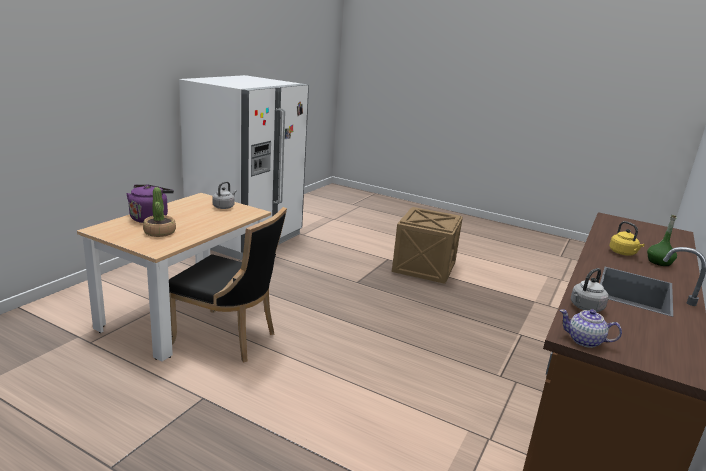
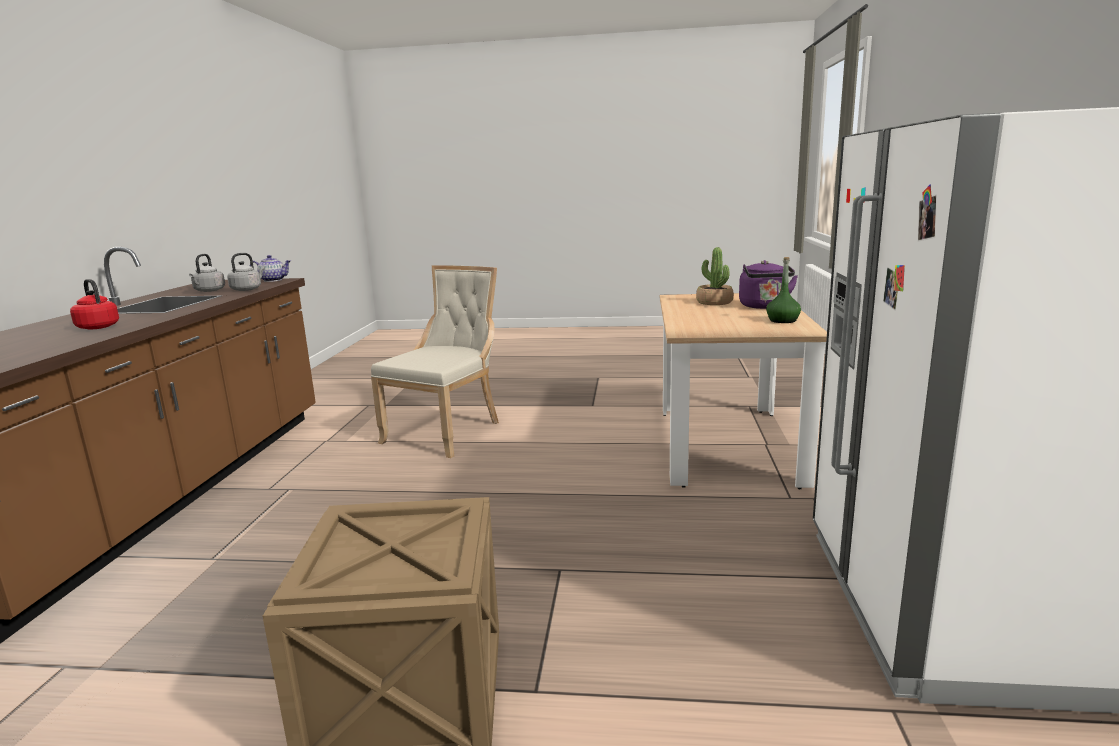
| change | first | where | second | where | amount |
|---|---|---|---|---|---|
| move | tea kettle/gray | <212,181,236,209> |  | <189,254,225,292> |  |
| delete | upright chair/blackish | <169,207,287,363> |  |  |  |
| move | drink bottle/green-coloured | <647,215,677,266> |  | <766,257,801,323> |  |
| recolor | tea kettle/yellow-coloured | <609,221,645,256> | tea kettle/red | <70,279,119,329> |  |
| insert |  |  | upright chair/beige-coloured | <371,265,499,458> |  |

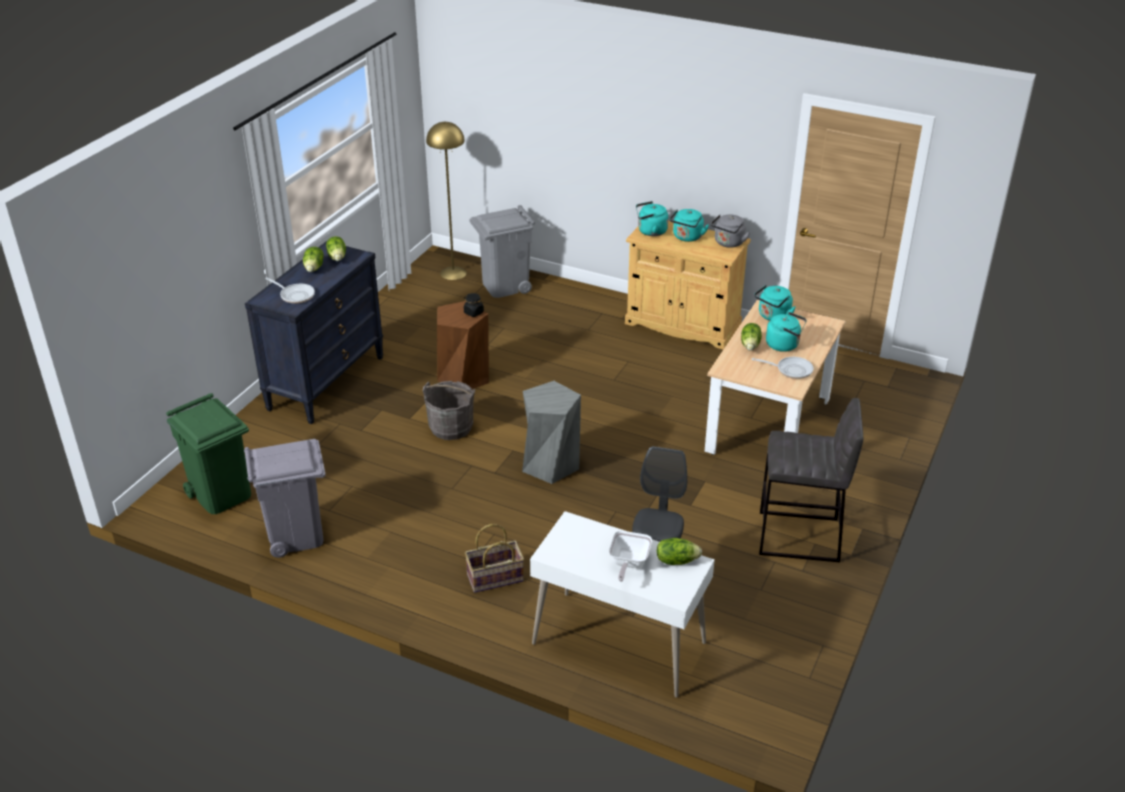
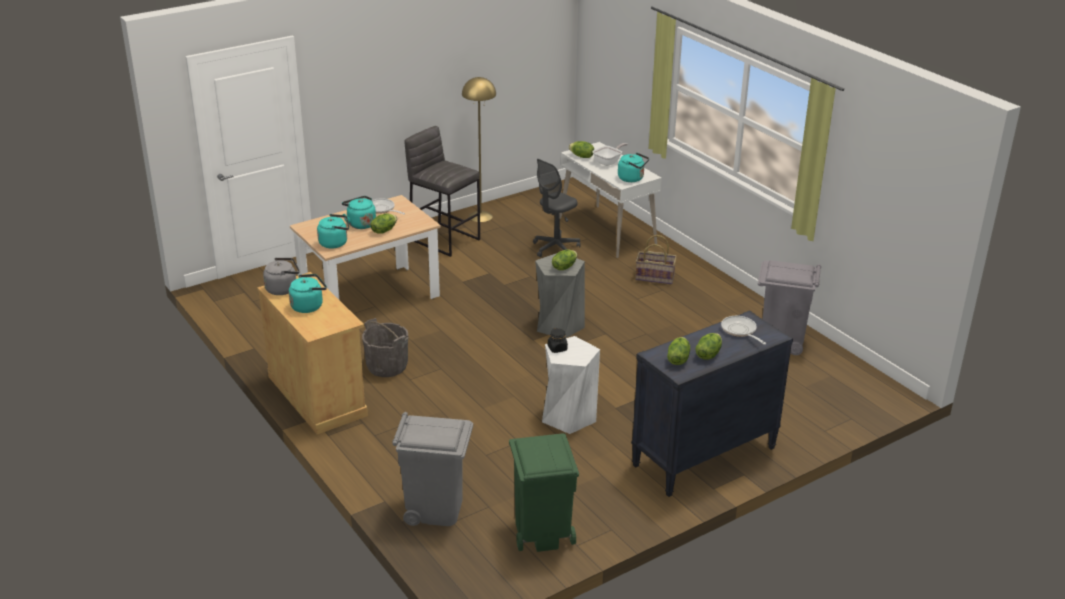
| change | first | where | second | where | amount |
|---|---|---|---|---|---|
| move | standing lamp/yellow-coloured | <426,122,467,280> |  | <462,77,496,222> |  |
| move | tea kettle/turquoise | <636,201,668,236> |  | <618,152,649,182> |  |
| recolor | stool/brownish | <437,301,489,389> | stool/white | <542,336,600,434> |  |
| move | water bucket/gray | <423,381,475,440> |  | <362,318,408,377> |  |
| move | rubbish bin/green-coloured | <166,393,251,514> |  | <509,433,579,552> |  |
| insert |  |  | lettuce head | <552,249,577,270> |  |

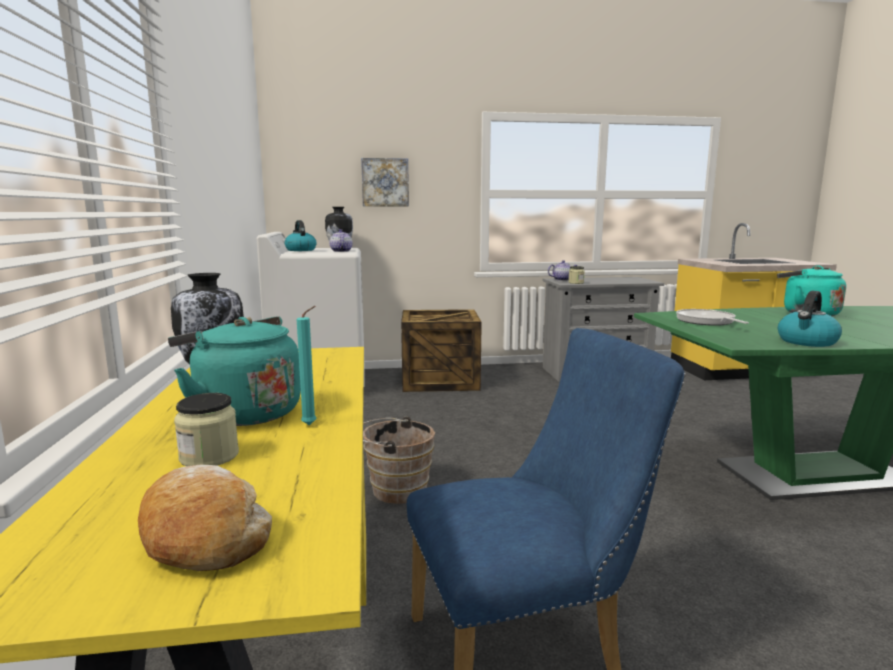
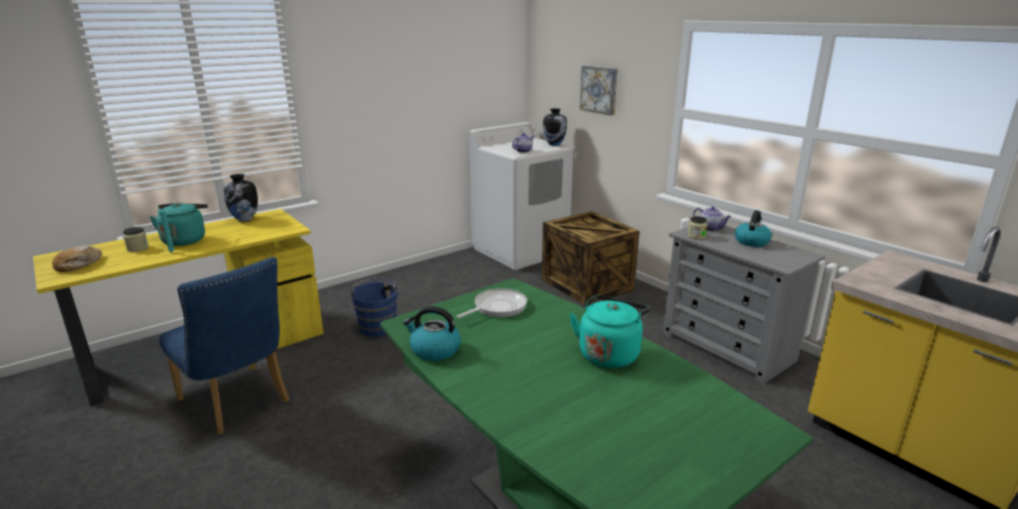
| change | first | where | second | where | amount |
|---|---|---|---|---|---|
| move | tea kettle | <284,220,317,251> |  | <735,210,772,247> |  |
| recolor | water bucket/brownish | <363,417,435,504> | water bucket/blue-coloured | <349,278,400,337> |  |

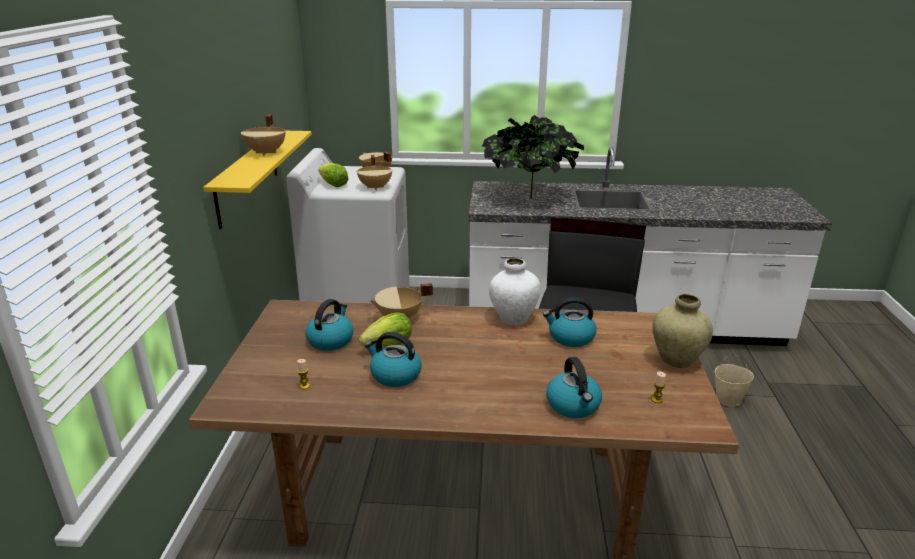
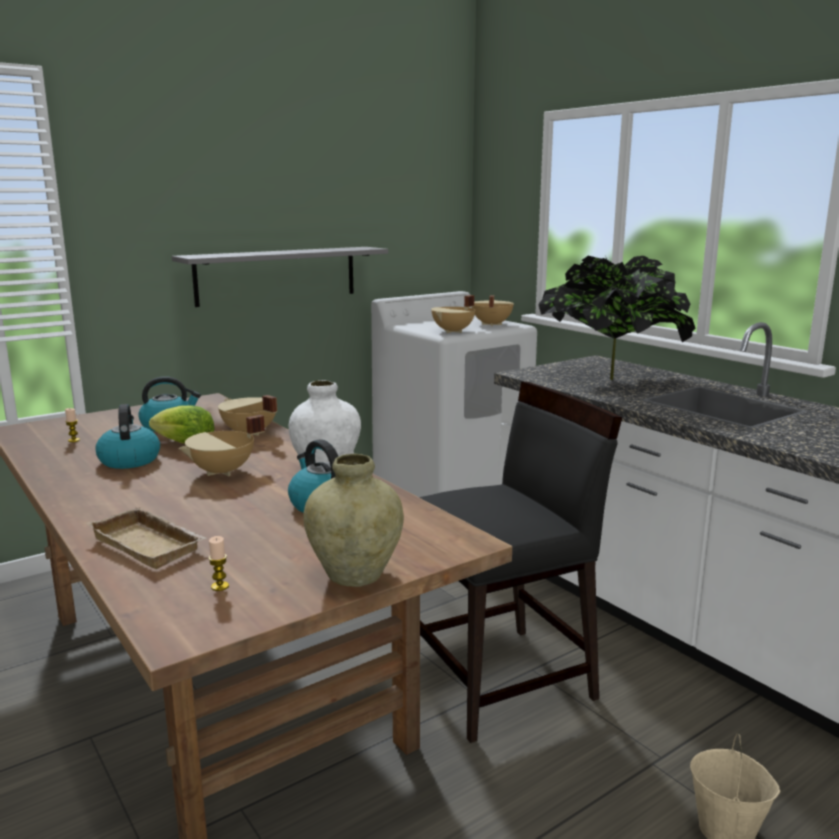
| change | first | where | second | where | amount |
|---|---|---|---|---|---|
| move | saucepot/beige-coloured | <241,114,285,156> |  | <179,415,265,477> |  |
| recolor | bracket shelf/yellow-coloured | <203,131,312,229> | bracket shelf/gray | <172,247,388,307> |  |
| delete | lettuce head | <318,163,349,187> |  |  |  |
| replace | tea kettle | <546,357,602,418> | tray/beige-coloured | <86,507,207,569> |  |

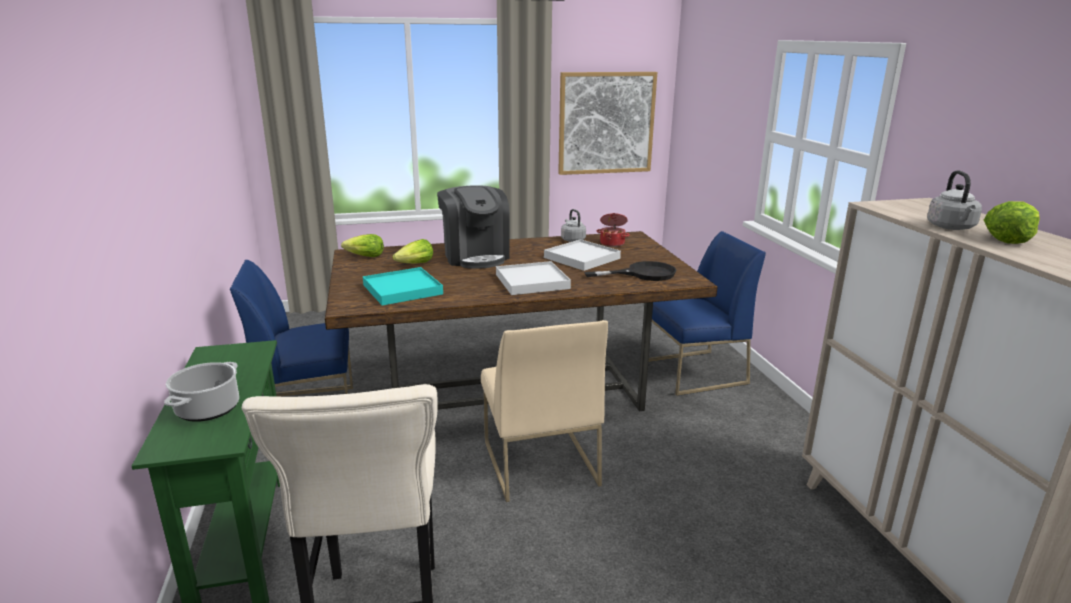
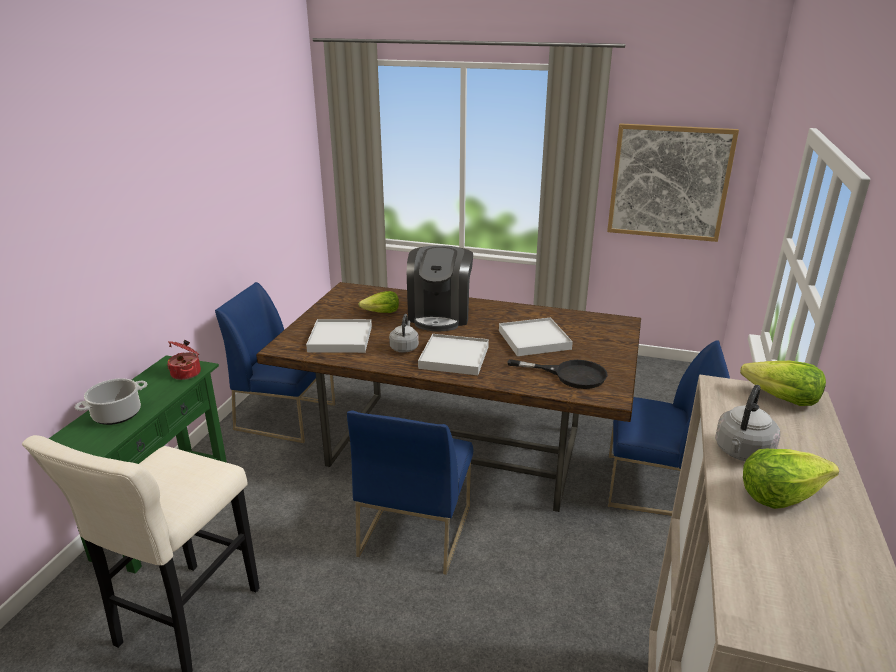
| change | first | where | second | where | amount |
|---|---|---|---|---|---|
| move | tea kettle/gray | <561,209,586,242> |  | <389,314,419,352> |  |
| move | saucepot | <597,213,630,247> |  | <167,340,201,380> |  |
| move | lettuce head | <341,234,384,257> |  | <740,361,826,406> |  |
| recolor | tray/turquoise | <363,267,443,305> | tray/white | <306,319,372,353> |  |
| recolor | upright chair/beige-coloured | <481,320,608,502> | upright chair/blue-coloured | <347,411,473,575> |  |

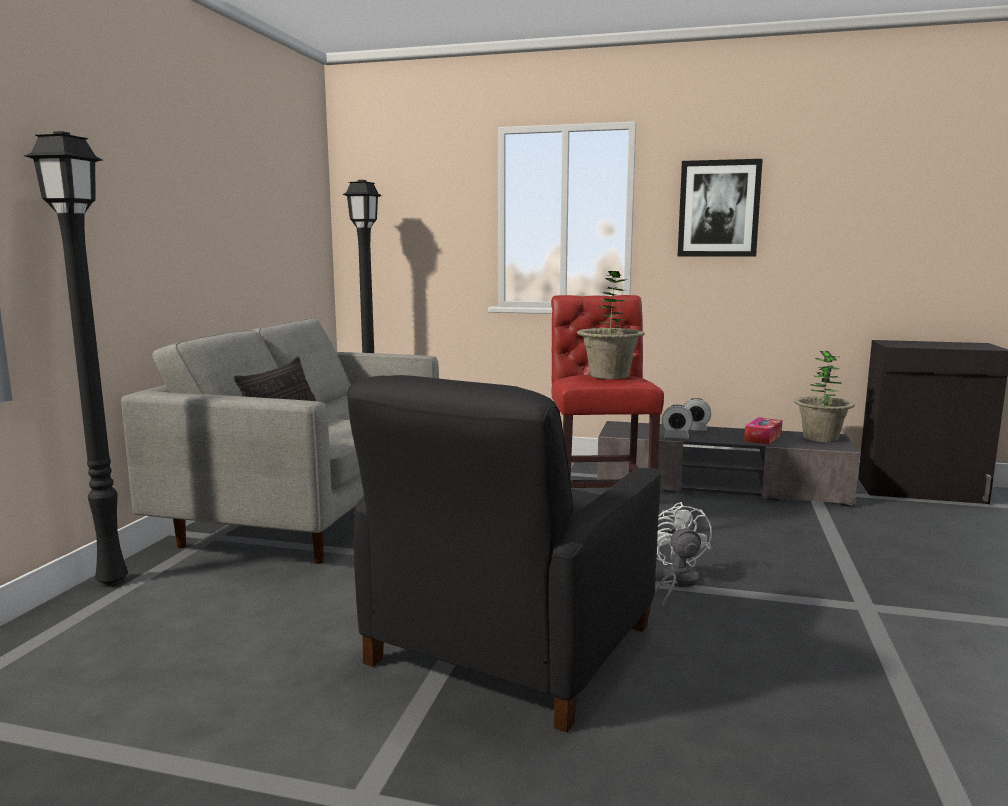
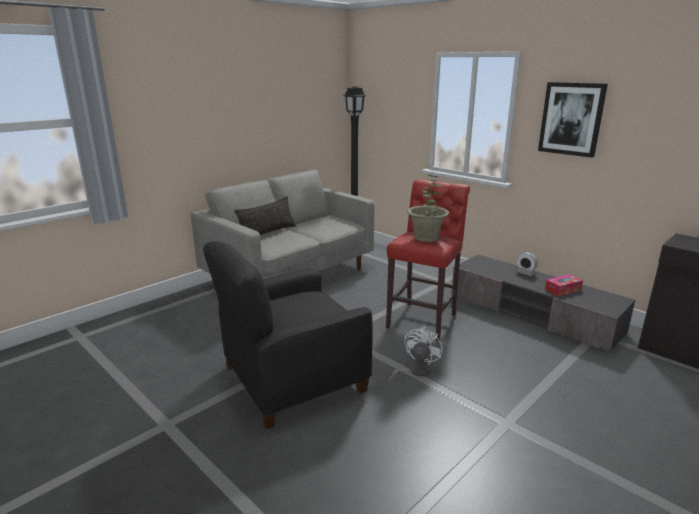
| change | first | where | second | where | amount |
|---|---|---|---|---|---|
| delete | standing lamp/blackish | <24,131,128,587> |  |  |  |
| delete | plant in a pot | <794,351,855,442> |  |  |  |
| delete | bedside clock | <662,405,693,439> |  |  |  |

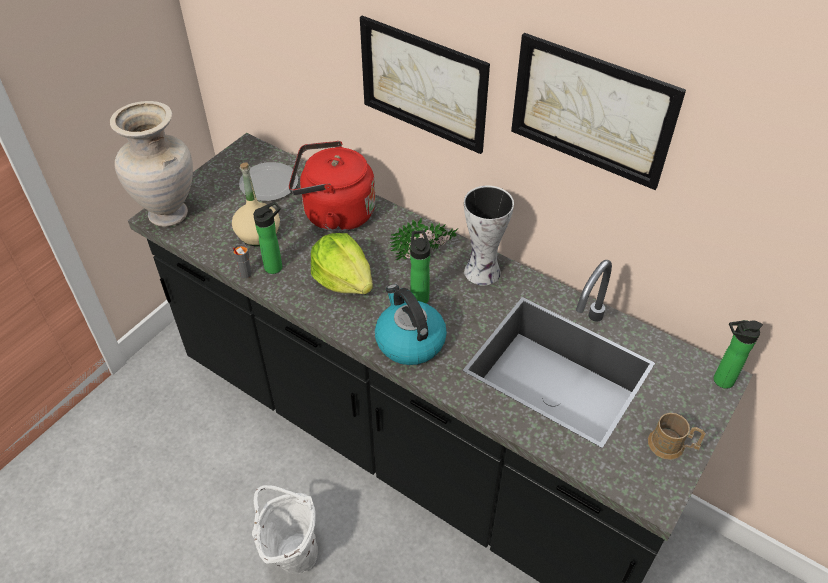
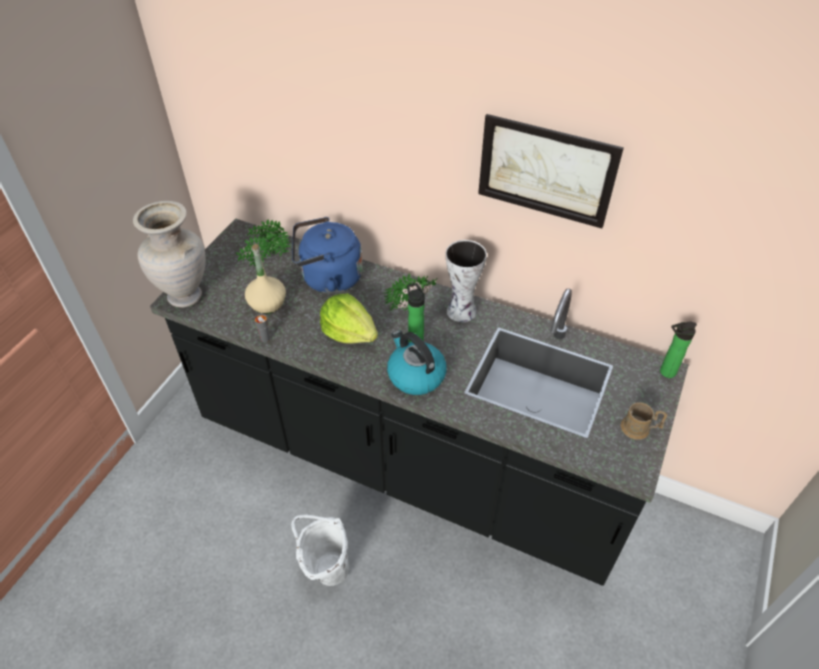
| change | first | where | second | where | amount |
|---|---|---|---|---|---|
| delete | wall picture | <360,16,490,154> |  |  |  |
| recolor | tea kettle/red | <289,141,375,232> | tea kettle/blue-coloured | <292,217,363,294> |  |
| replace | plate | <239,162,298,201> | plant in a pot | <236,219,291,267> |  |
| delete | drink bottle | <253,202,282,274> |  |  |  |

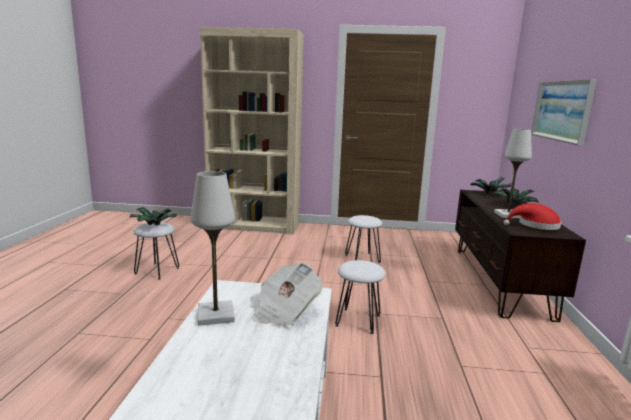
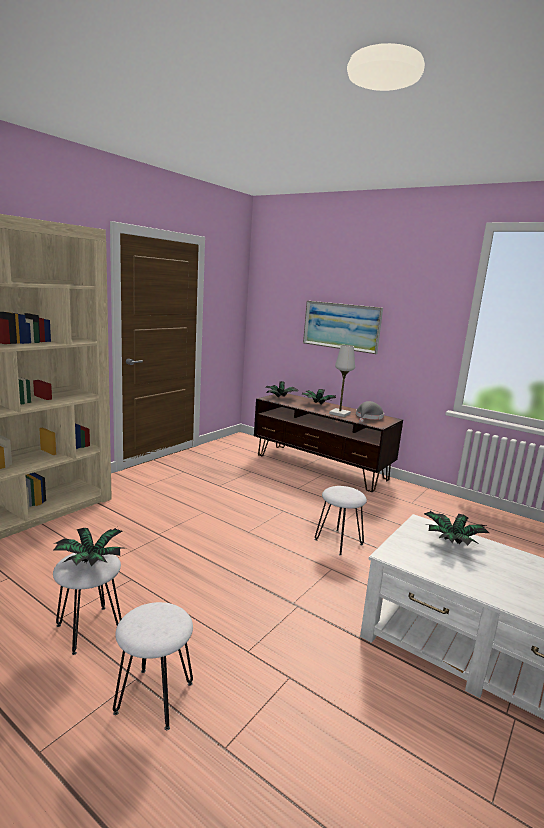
| change | first | where | second | where | amount |
|---|---|---|---|---|---|
| delete | table lamp/white | <190,171,235,326> |  |  |  |
| recolor | hat/red | <503,203,561,230> | hat/gray | <356,401,384,422> |  |
| move | stool/white | <345,215,382,263> |  | <113,602,193,730> |  |
| replace | newspaper | <252,263,323,326> | plant in a pot | <423,510,489,545> |  |

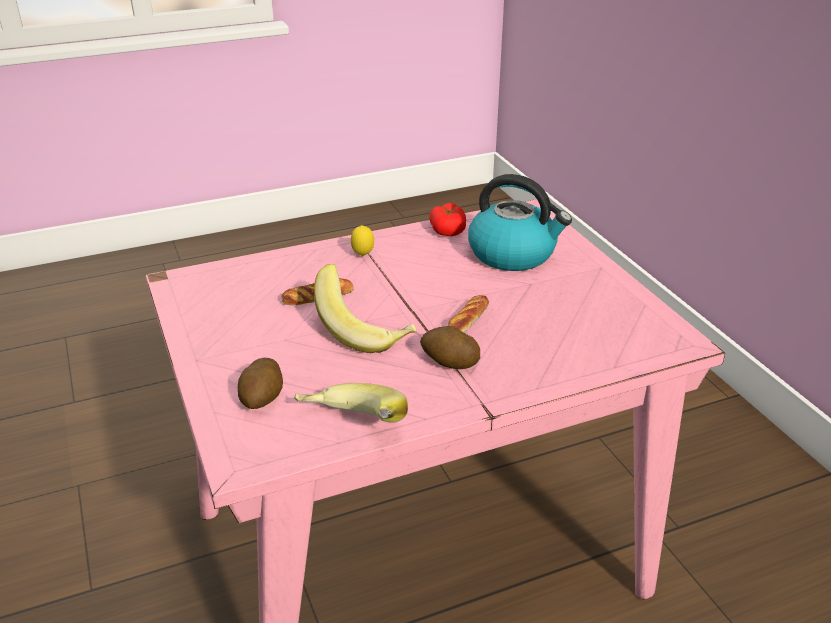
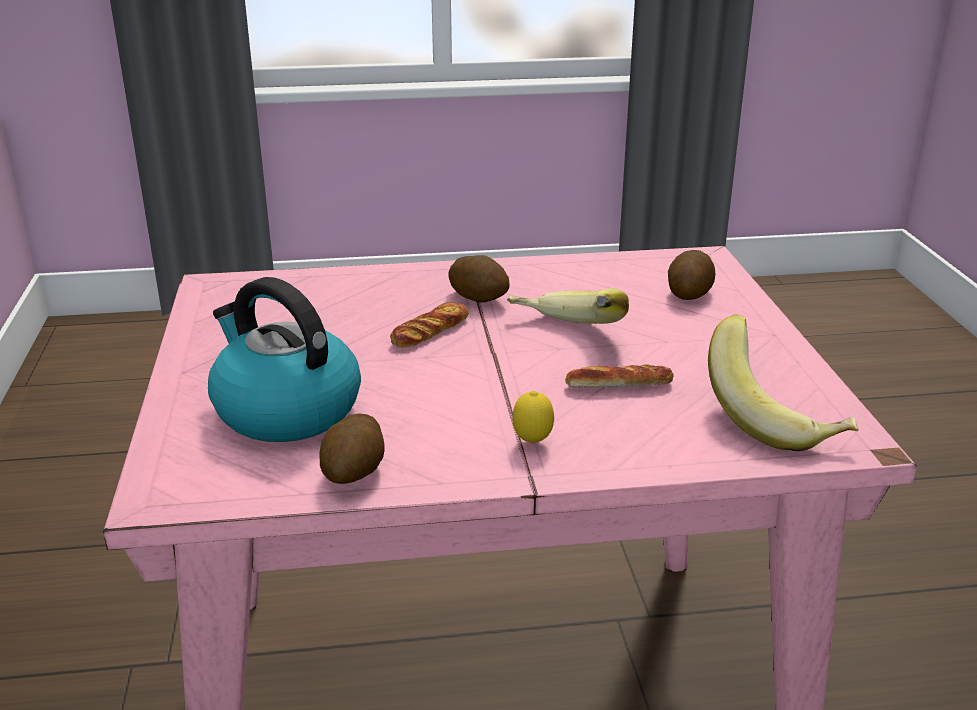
| change | first | where | second | where | amount |
|---|---|---|---|---|---|
| replace | tomato | <429,203,466,236> | spud | <319,413,385,484> |  |
| move | whole banana | <294,383,408,423> |  | <708,315,859,451> |  |

